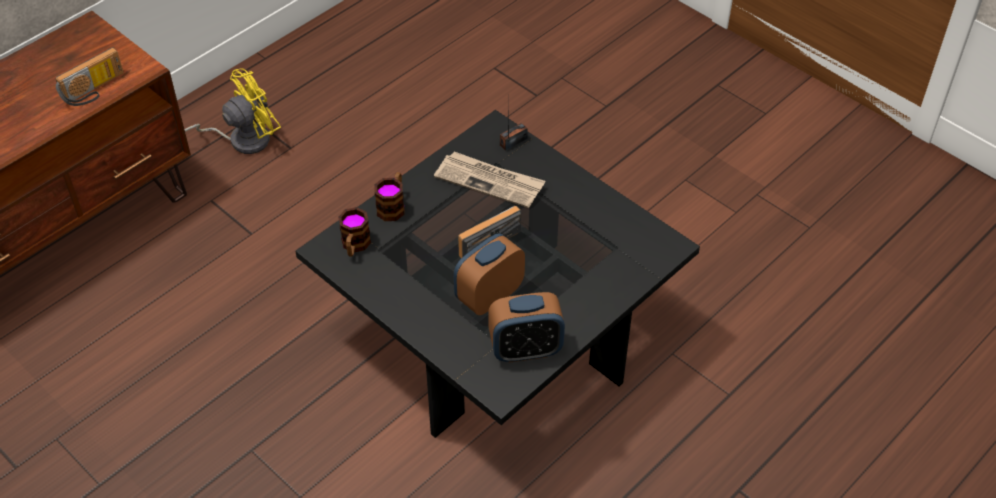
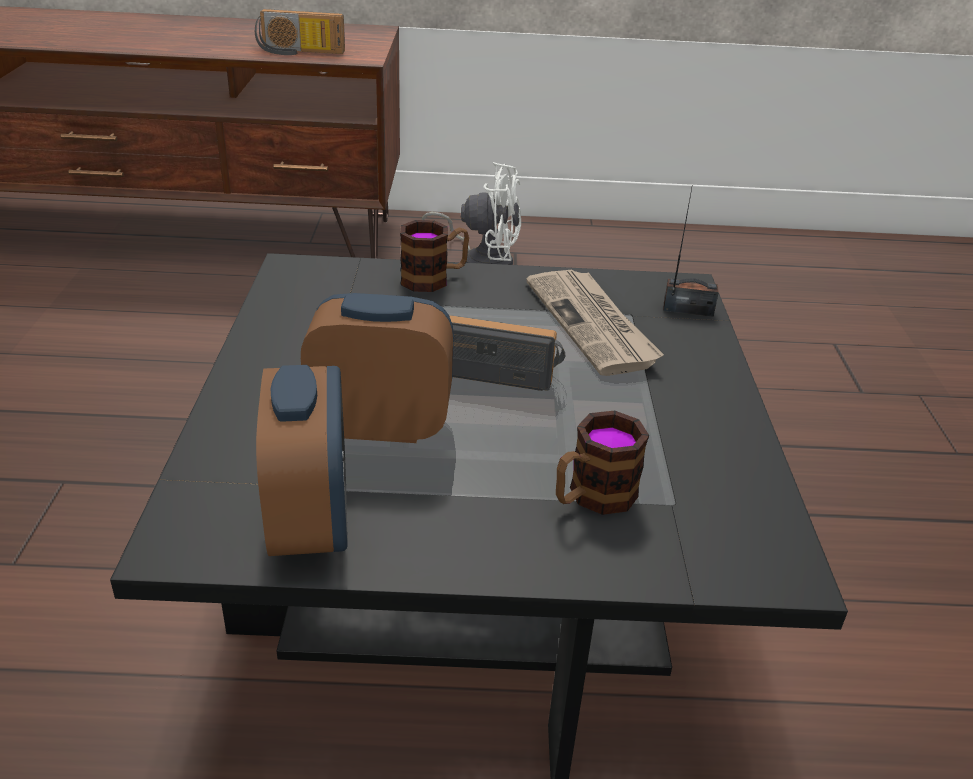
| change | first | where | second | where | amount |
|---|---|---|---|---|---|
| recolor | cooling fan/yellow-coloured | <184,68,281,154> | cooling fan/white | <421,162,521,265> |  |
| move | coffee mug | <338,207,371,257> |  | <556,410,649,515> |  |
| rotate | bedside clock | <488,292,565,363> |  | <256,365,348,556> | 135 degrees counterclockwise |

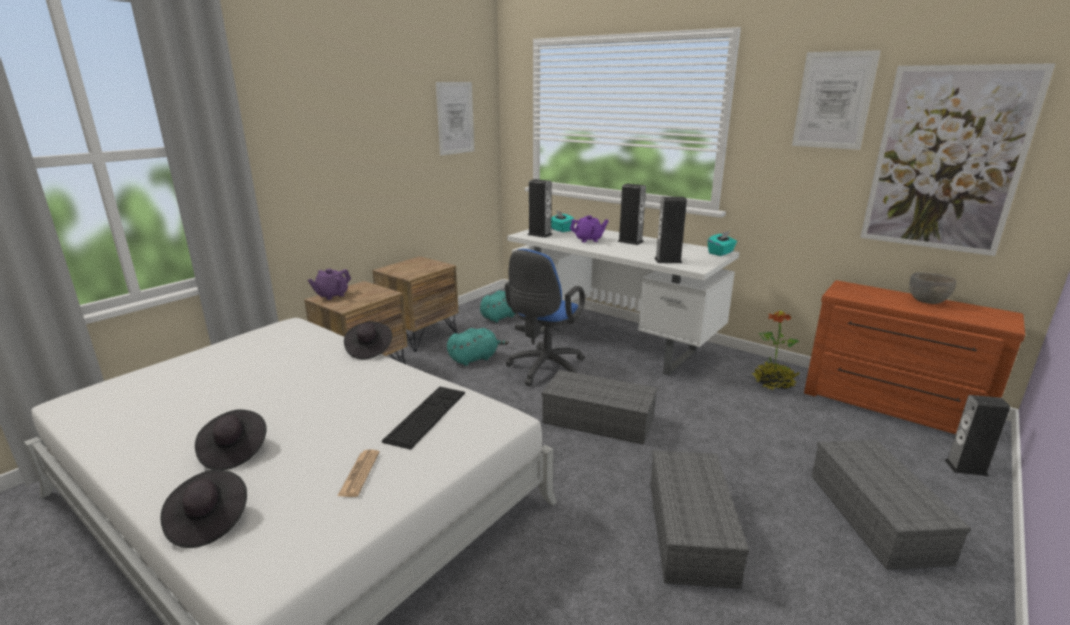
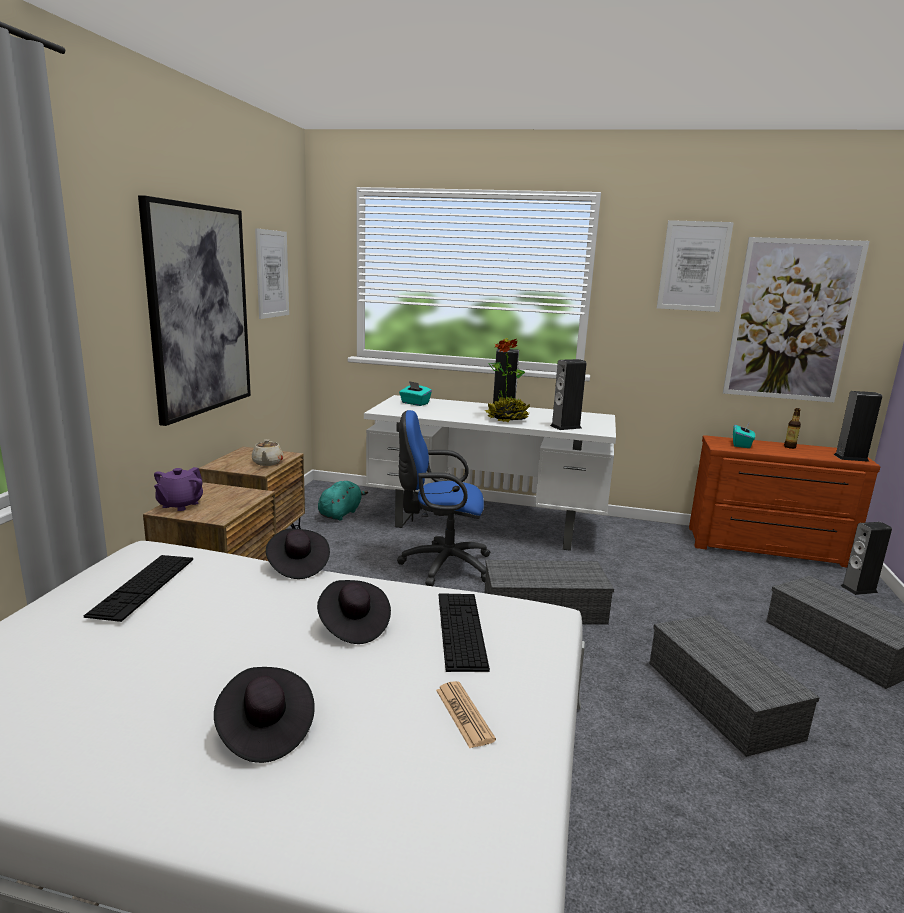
| change | first | where | second | where | amount |
|---|---|---|---|---|---|
| move | loudspeaker | <528,179,553,238> |  | <834,391,882,462> |  |
| delete | teapot/purple | <570,215,609,242> |  |  |  |
| move | tissue box/turquoise | <708,231,737,256> |  | <733,421,755,448> |  |
| rotate | computer chair/blue-coloured | <505,249,585,386> |  | <397,410,491,586> | 90 degrees clockwise |
| replace | bowl/gray | <909,272,957,304> | drink bottle | <784,408,801,449> |  |
| move | plant in a pot | <752,311,800,390> |  | <485,338,530,422> |  |
| delete | cuddly toy/turquoise | <447,328,509,366> |  |  |  |
| move | hat/blackish | <161,469,247,548> |  | <317,580,391,644> |  |
| insert |  |  | wall picture | <138,195,251,426> |  |
| insert |  |  | teapot/beige-coloured | <252,439,283,466> |  |
| insert |  |  | computer keyboard | <84,555,193,622> |  |

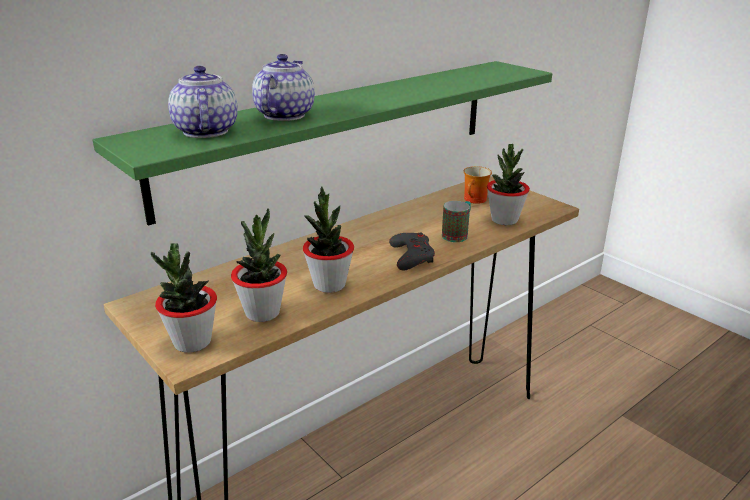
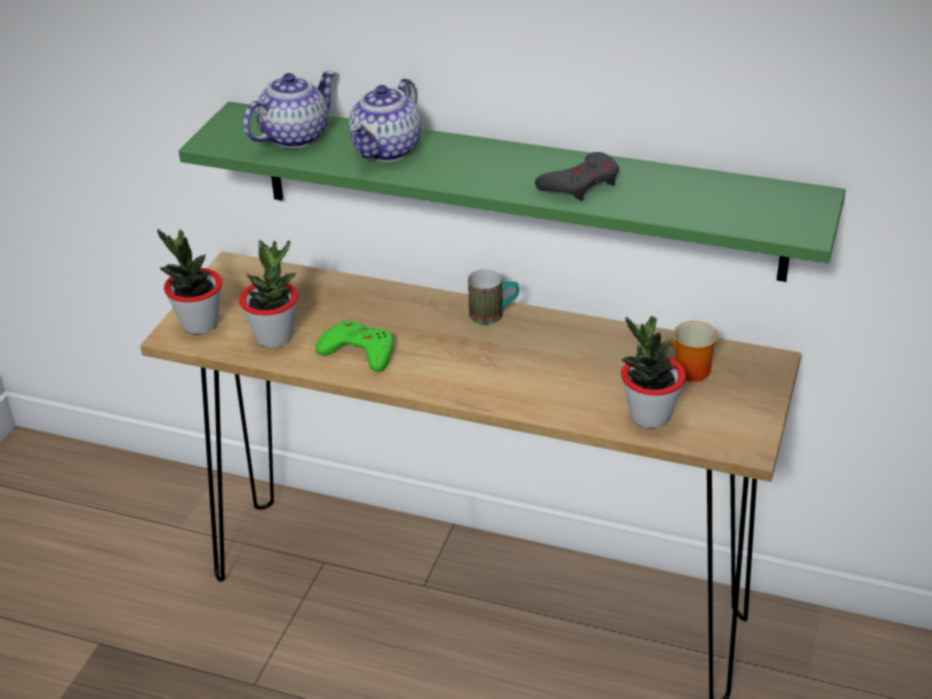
| change | first | where | second | where | amount |
|---|---|---|---|---|---|
| rotate | teapot | <252,54,315,121> |  | <349,78,422,162> | 135 degrees clockwise |
| replace | plant in a pot | <303,186,354,293> | gamepad/green-coloured | <315,320,393,372> |  |
| move | coffee mug | <442,201,471,242> |  | <468,269,519,324> |  |
| move | gamepad/gray | <389,233,435,270> |  | <535,152,619,201> |  |

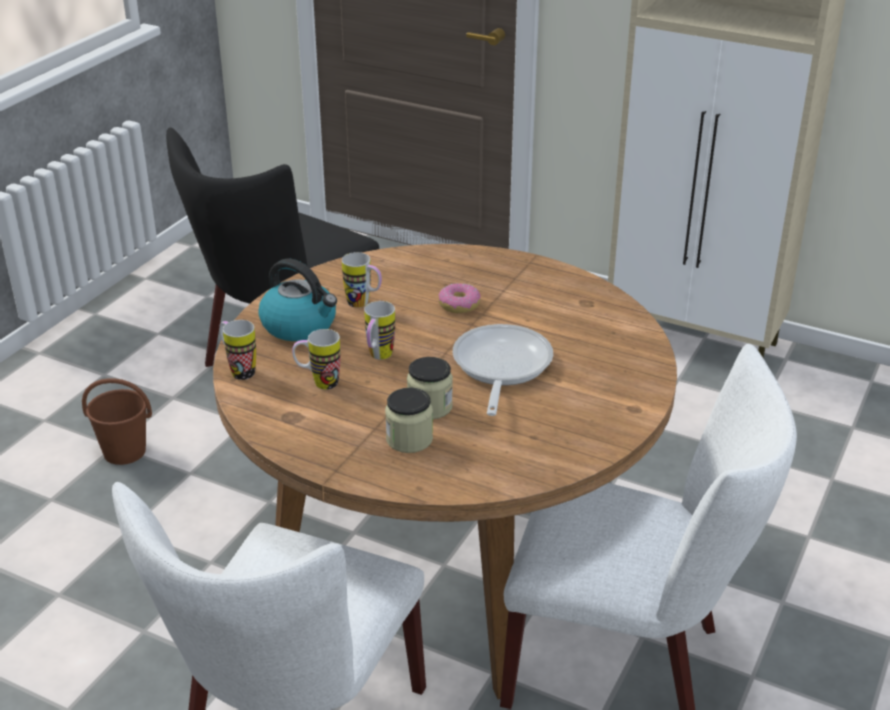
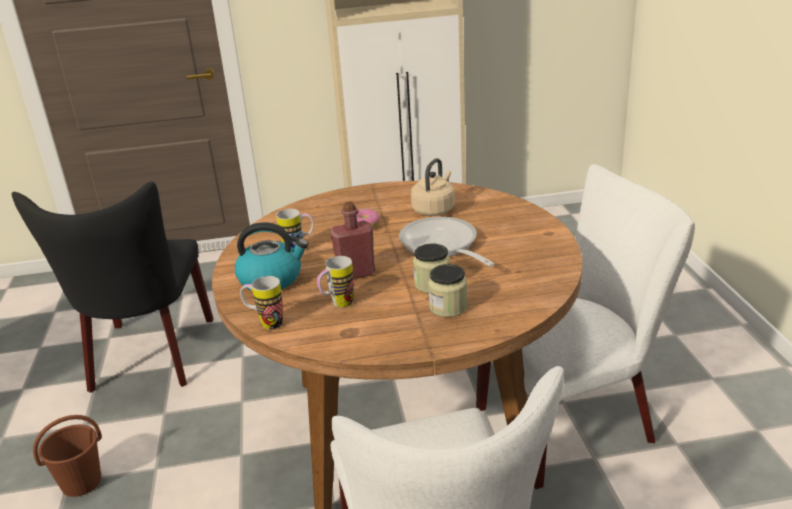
| change | first | where | second | where | amount |
|---|---|---|---|---|---|
| replace | coffee mug | <364,301,395,360> | drink bottle/red | <330,201,375,279> |  |
| insert |  |  | tea kettle/beige-coloured | <411,158,455,216> |  |

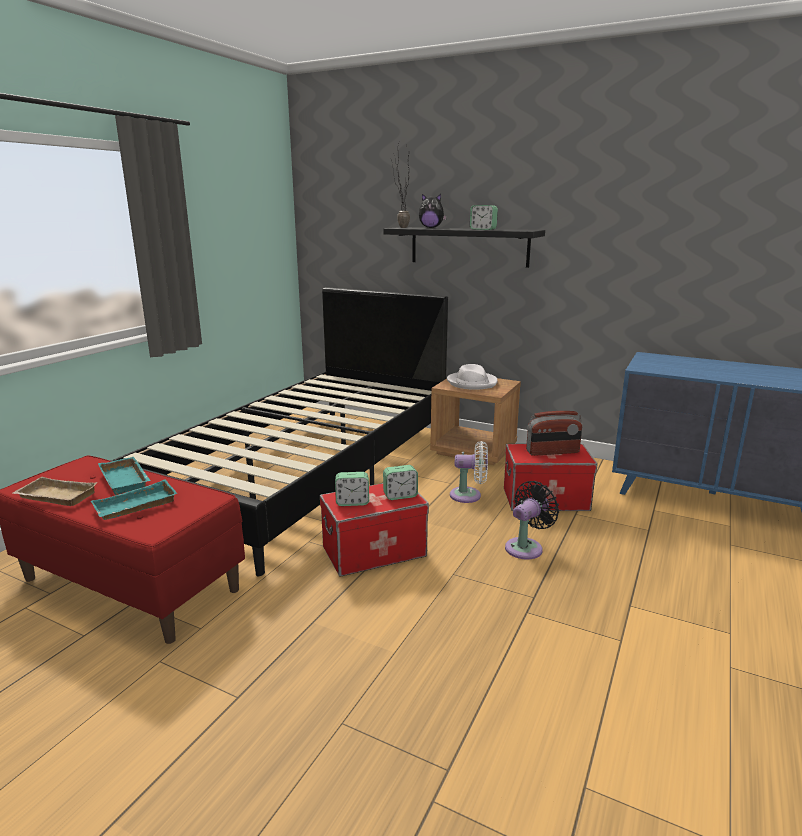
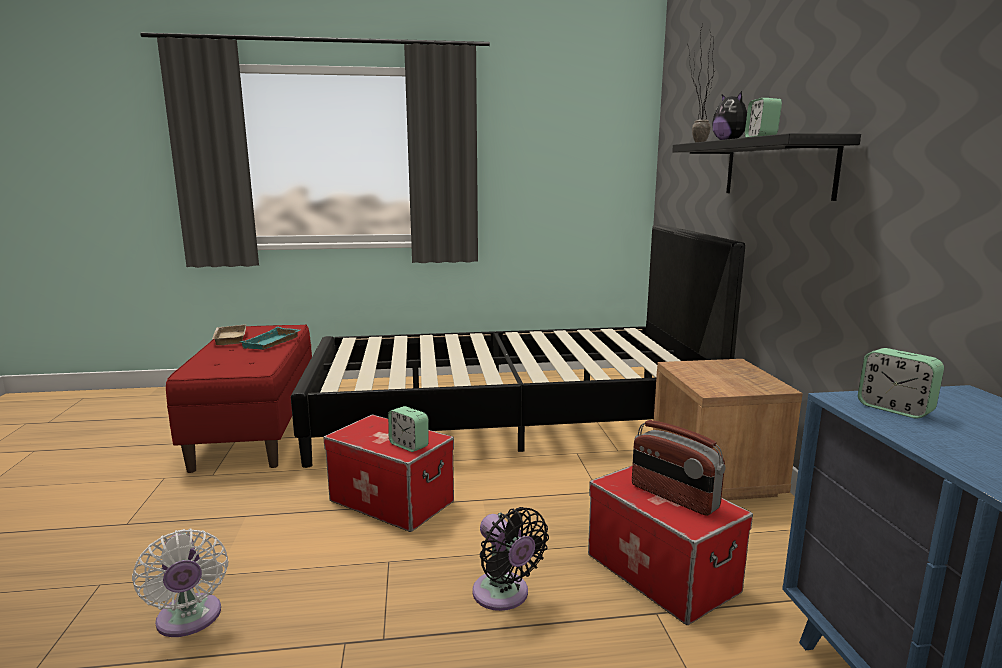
| change | first | where | second | where | amount |
|---|---|---|---|---|---|
| delete | hat/white | <447,364,498,390> |  |  |  |
| move | cooling fan/white | <450,441,488,503> |  | <132,529,228,637> |  |
| move | bedside clock | <335,472,369,506> |  | <858,348,944,418> |  |
| delete | tray/turquoise | <91,479,177,520> |  |  |  |
| rotate | cooling fan/blackish | <505,481,559,560> |  | <472,507,549,611> | 45 degrees clockwise |

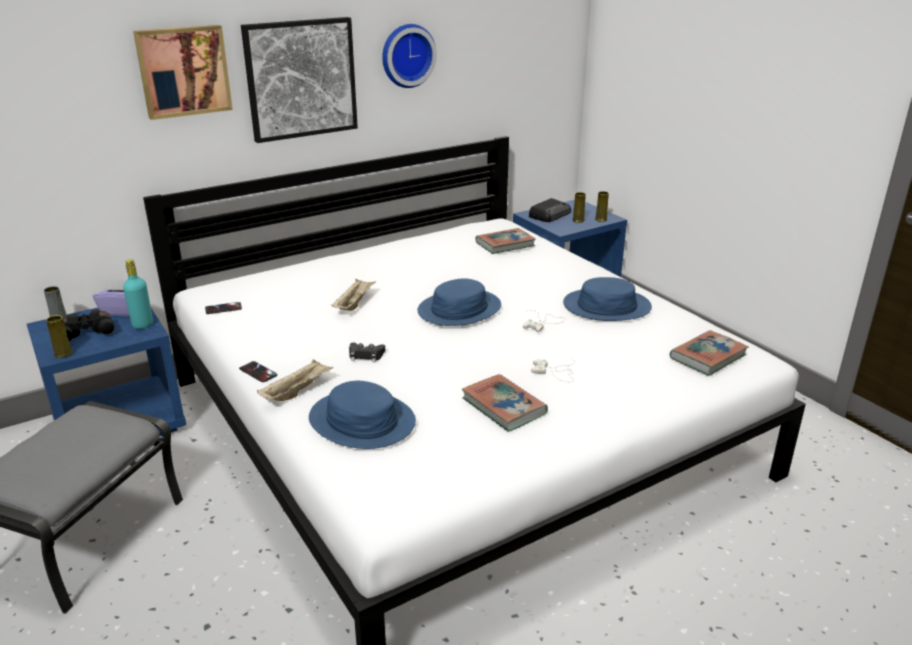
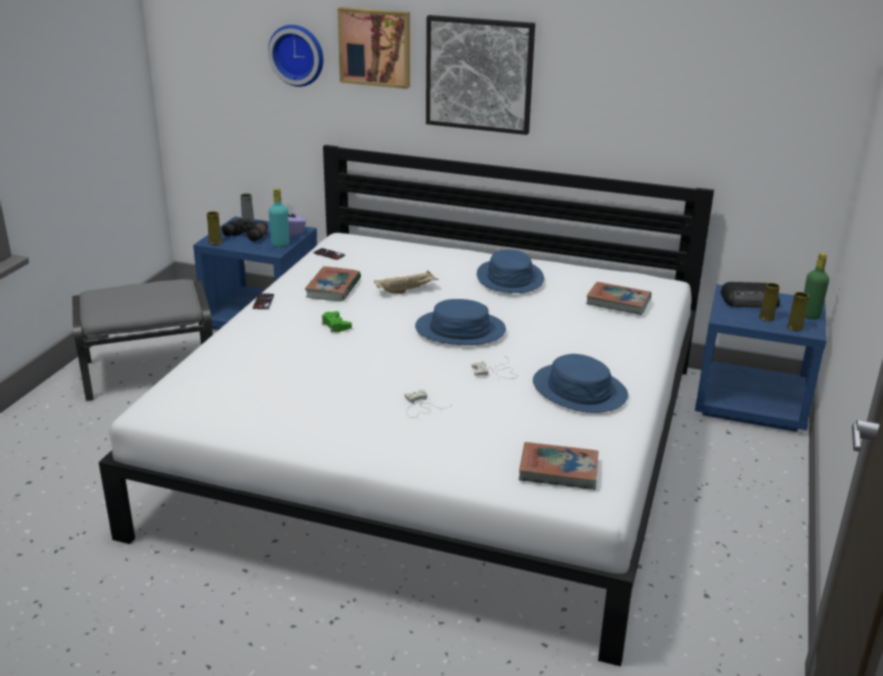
| change | first | where | second | where | amount |
|---|---|---|---|---|---|
| move | clock on the wall | <382,24,437,88> |  | <268,25,323,87> |  |
| recolor | gamepad/blackish | <349,343,385,362> | gamepad/green-coloured | <322,311,352,333> |  |
| delete | tray/beige-coloured | <257,359,333,401> |  |  |  |
| move | book | <462,374,548,432> |  | <305,266,361,301> |  |
| move | hat/blue-coloured | <309,381,416,449> |  | <477,249,544,293> |  |
| insert |  |  | drink bottle/green-coloured | <804,253,829,319> |  |

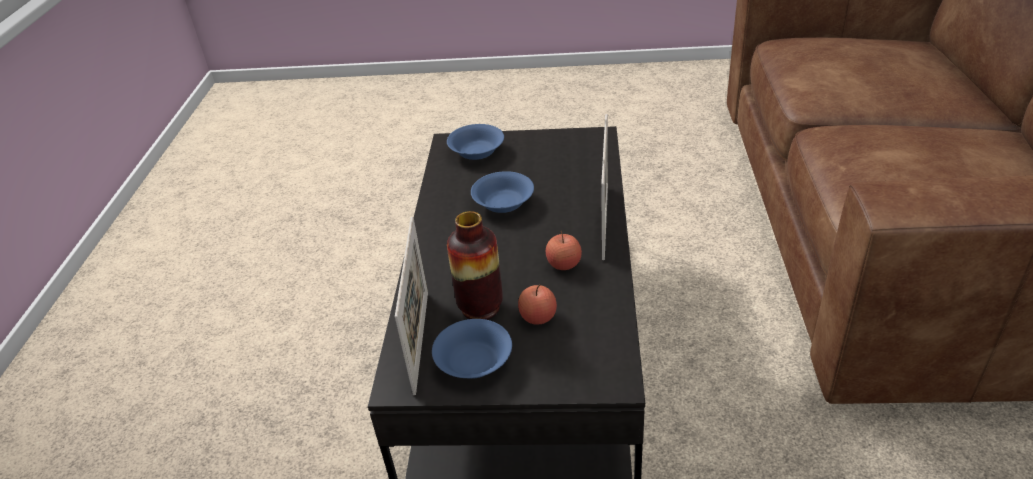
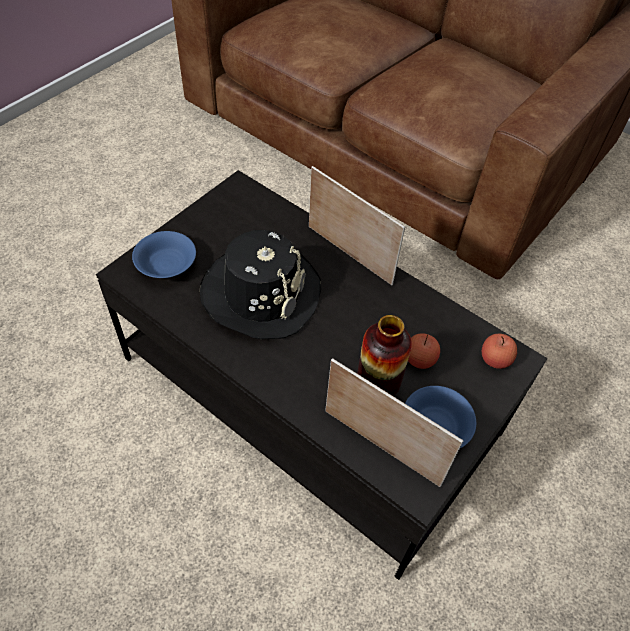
| change | first | where | second | where | amount |
|---|---|---|---|---|---|
| replace | bowl/blue-coloured | <471,171,534,213> | hat/blackish | <200,230,321,339> |  |
| move | apple | <546,230,582,270> |  | <482,334,517,369> |  |

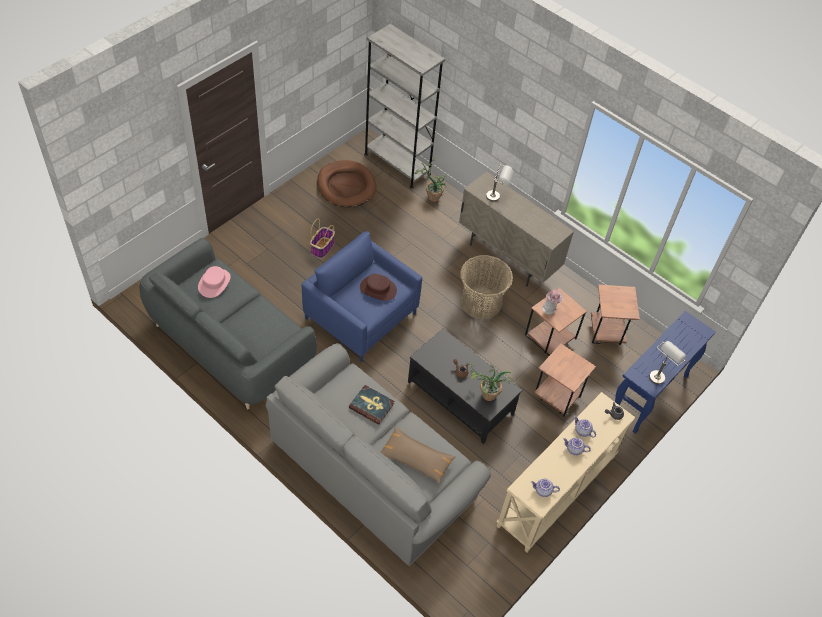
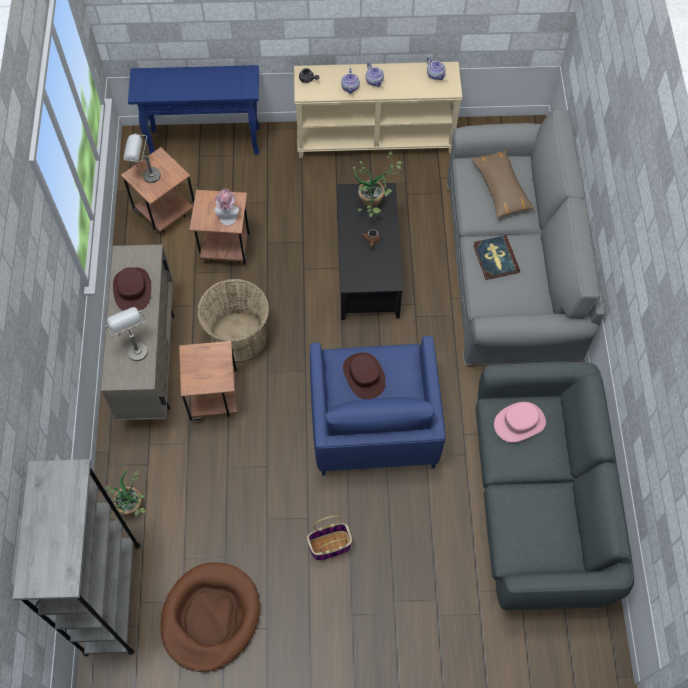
| change | first | where | second | where | amount |
|---|---|---|---|---|---|
| move | hat/pink | <198,266,231,298> |  | <494,402,546,442> |  |
| move | table lamp/gray | <649,341,686,385> |  | <123,133,161,183> |  |
| move | end table/brownish | <534,343,596,417> |  | <179,341,237,421> |  |
| insert |  |  | hat/brownish | <113,267,151,311> |  |

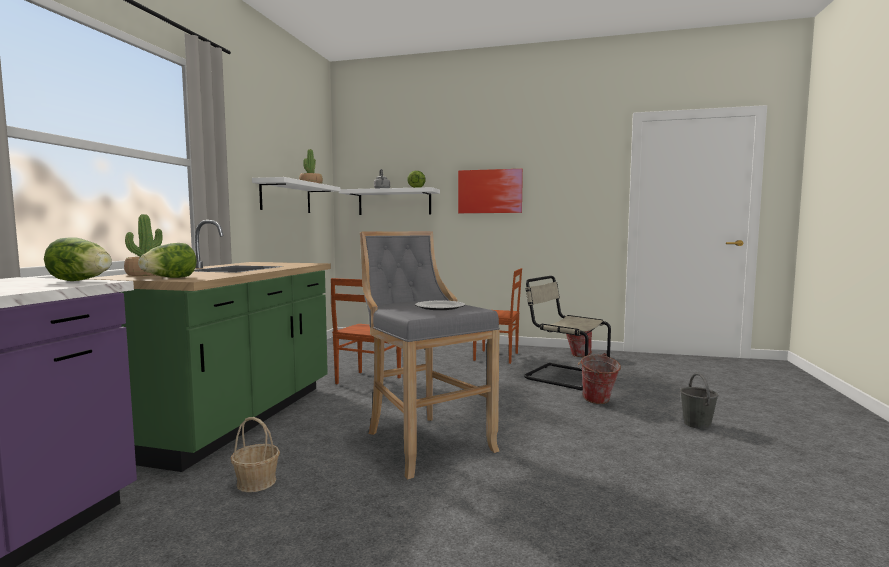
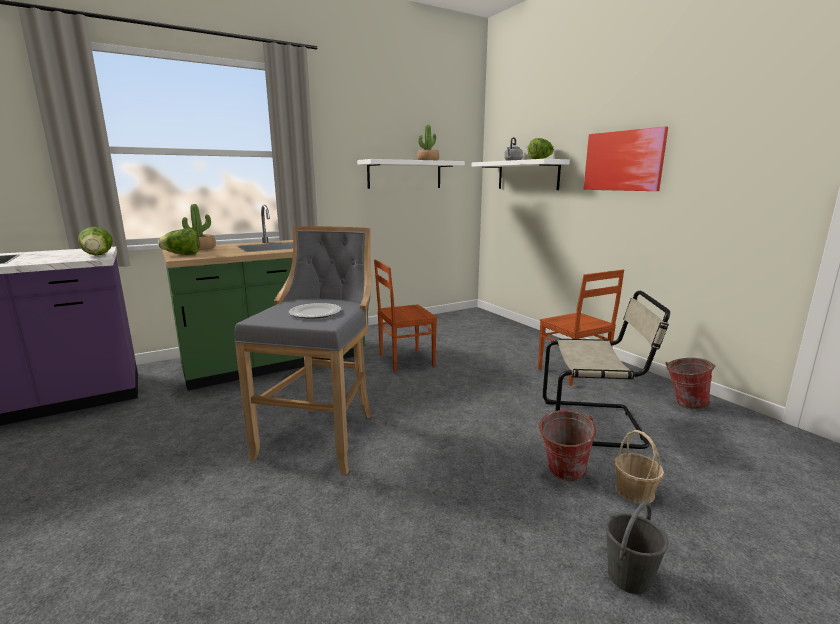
| change | first | where | second | where | amount |
|---|---|---|---|---|---|
| rotate | upright chair/beige-coloured | <524,276,611,391> |  | <543,291,670,449> | 105 degrees clockwise |
| move | household basket | <230,417,280,492> |  | <614,430,664,504> |  |

